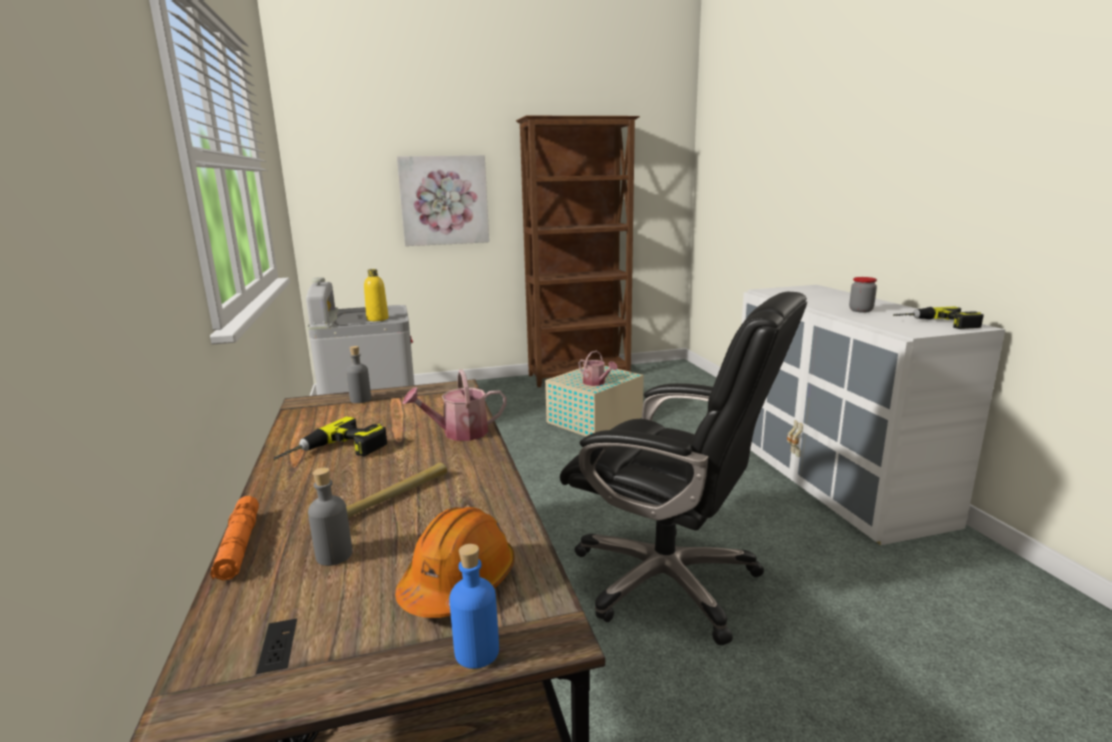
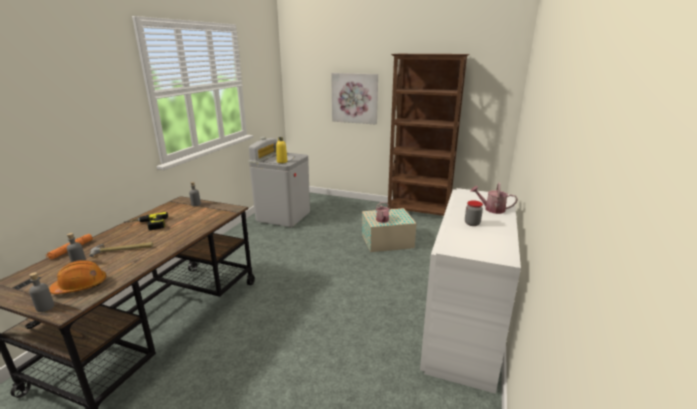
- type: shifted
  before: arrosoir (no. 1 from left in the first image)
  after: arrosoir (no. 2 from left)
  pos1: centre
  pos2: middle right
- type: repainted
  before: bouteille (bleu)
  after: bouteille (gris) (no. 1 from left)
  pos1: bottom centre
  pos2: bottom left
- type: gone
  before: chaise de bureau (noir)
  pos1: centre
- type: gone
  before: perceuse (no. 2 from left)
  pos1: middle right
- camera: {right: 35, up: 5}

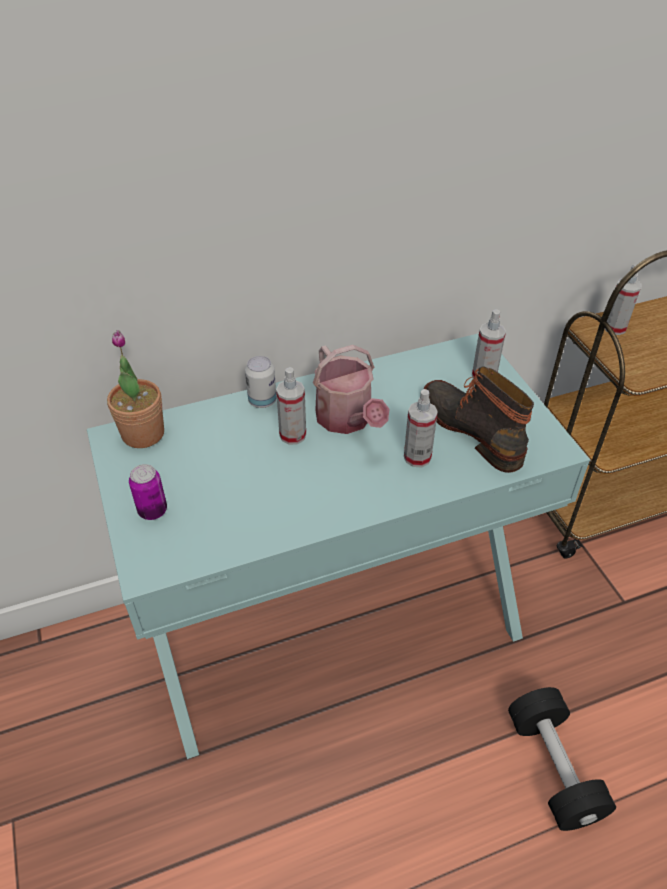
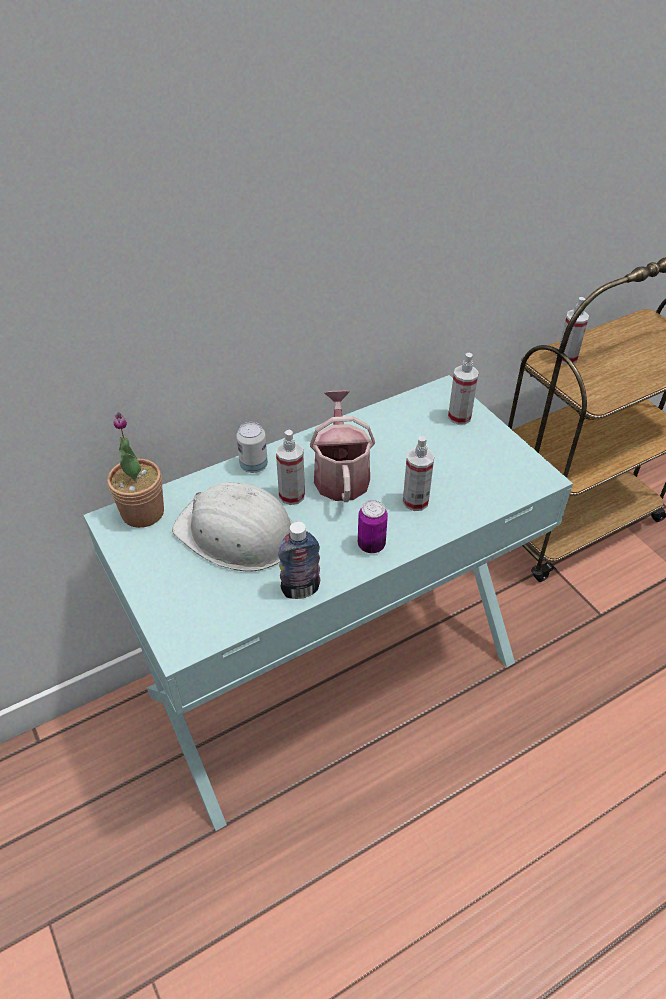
- type: shifted
  before: boîte métallique (no. 1 from left in the first image)
  after: boîte métallique (no. 2 from left)
  pos1: middle left
  pos2: centre
- type: rotated
  before: arrosoir
  pos1: centre
  pos2: centre
  turn: -150
- type: gone
  before: botte
  pos1: middle right
- type: gone
  before: haltère (noir)
  pos1: bottom right
- type: new
  after: casque de chantier (blanc)
  pos2: centre
- type: new
  after: bouteille
  pos2: centre
- camera: {right: -10, up: 0}

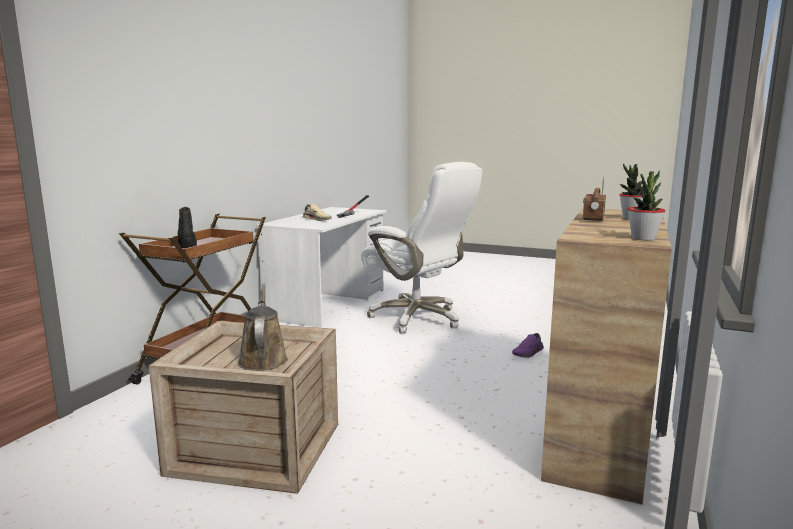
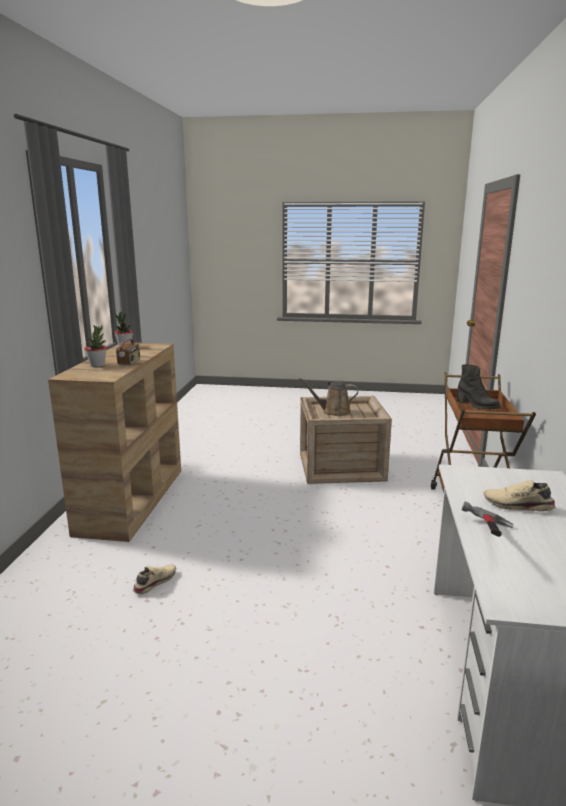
- type: rotated
  before: arrosoir (marron)
  pos1: middle left
  pos2: centre
  turn: 120
- type: gone
  before: chaise de bureau (blanc)
  pos1: centre
- type: repainted
  before: chaussure (violet)
  after: chaussure (beige) (no. 1 from left)
  pos1: centre
  pos2: bottom left
- camera: {right: 165, up: 5}

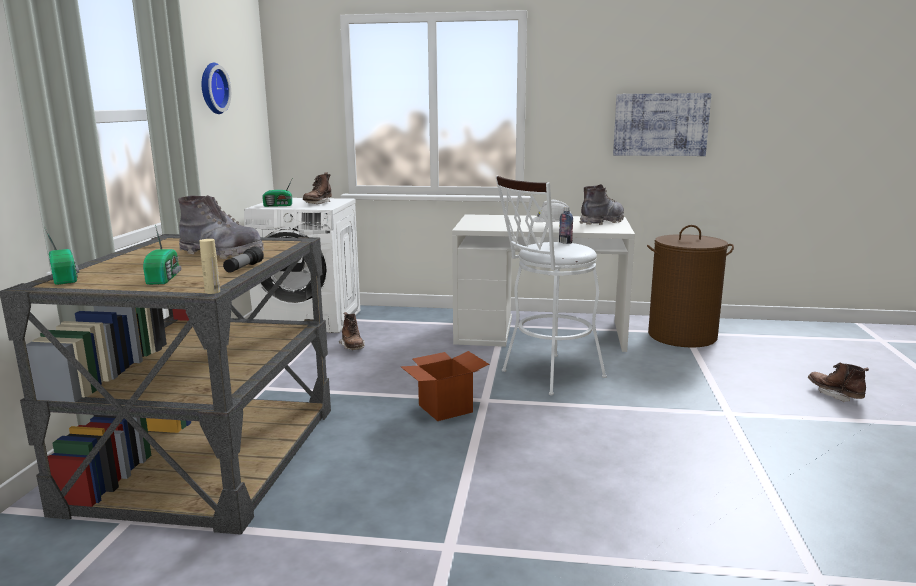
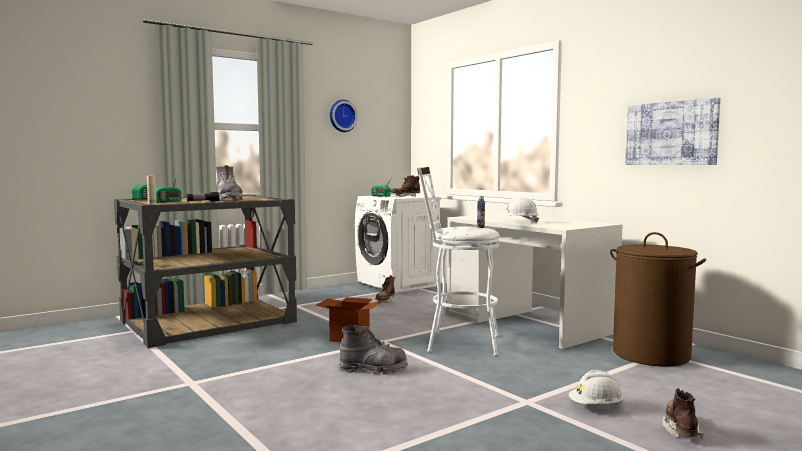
- type: shifted
  before: botte (gris) (no. 2 from left)
  pos1: centre
  pos2: bottom centre
- type: new
  after: casque de chantier (blanc) (no. 2 from left)
  pos2: bottom right
- camera: {right: 45, up: -10}

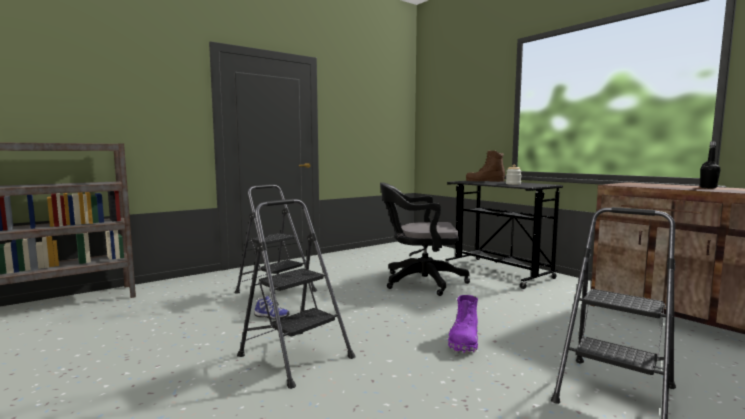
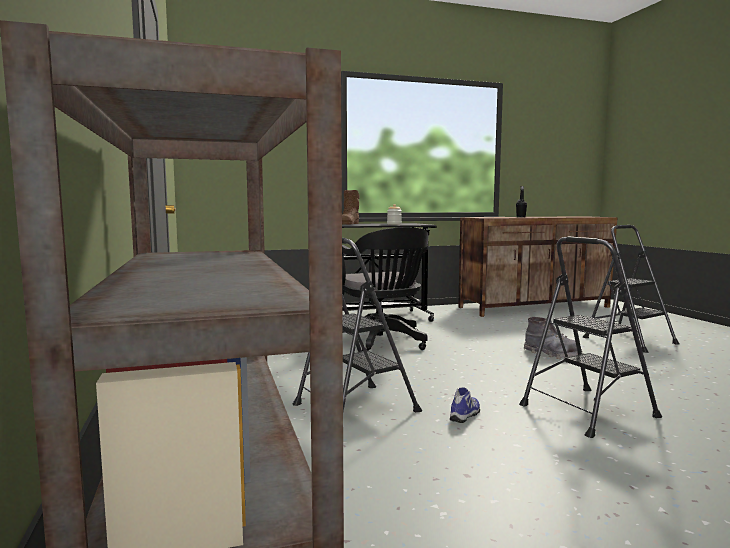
- type: rotated
  before: chaise de bureau (noir)
  pos1: centre
  pos2: centre
  turn: -45
- type: repainted
  before: botte (violet)
  after: botte (gris)
  pos1: bottom centre
  pos2: middle right
- camera: {right: -70, up: 0}

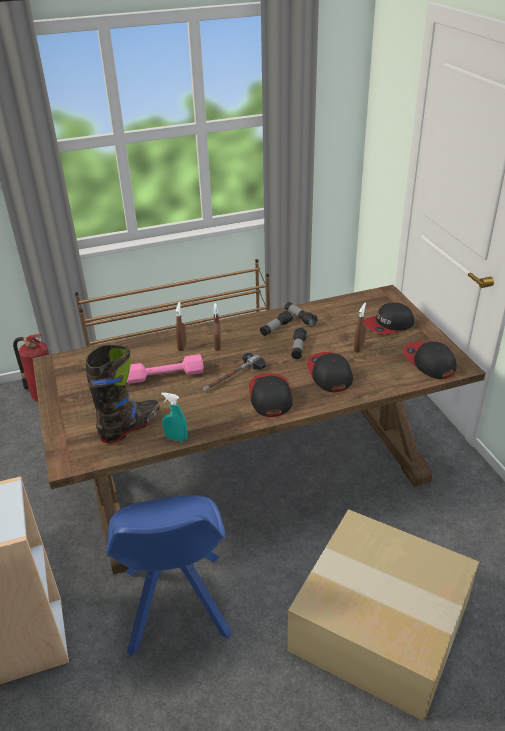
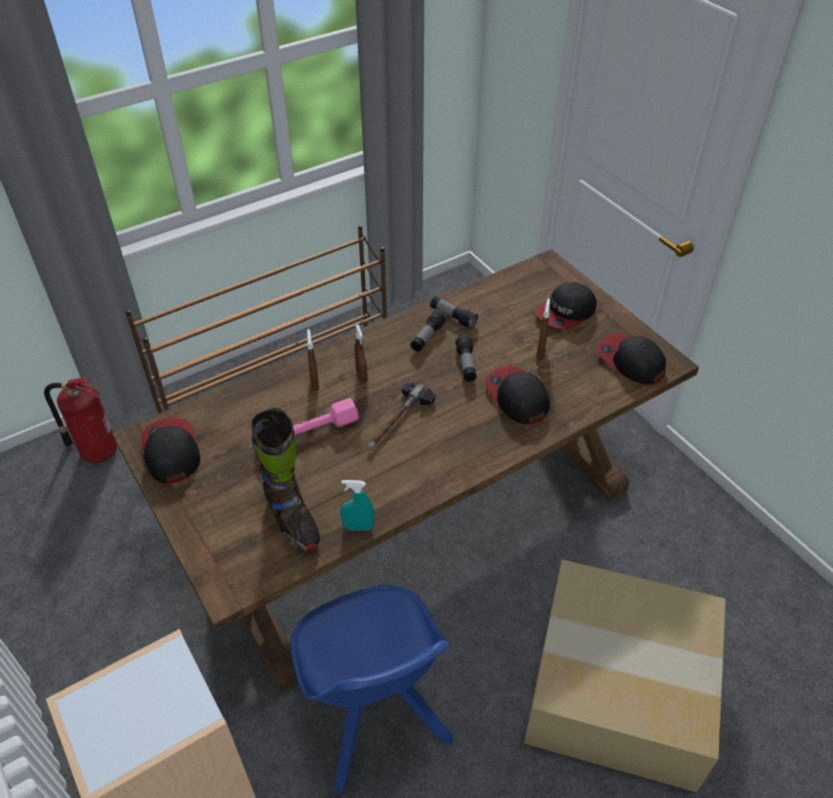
- type: rotated
  before: botte (noir)
  pos1: middle left
  pos2: centre
  turn: 120
- type: shifted
  before: casquette (no. 1 from left)
  pos1: centre
  pos2: middle left
- camera: {right: -15, up: 10}

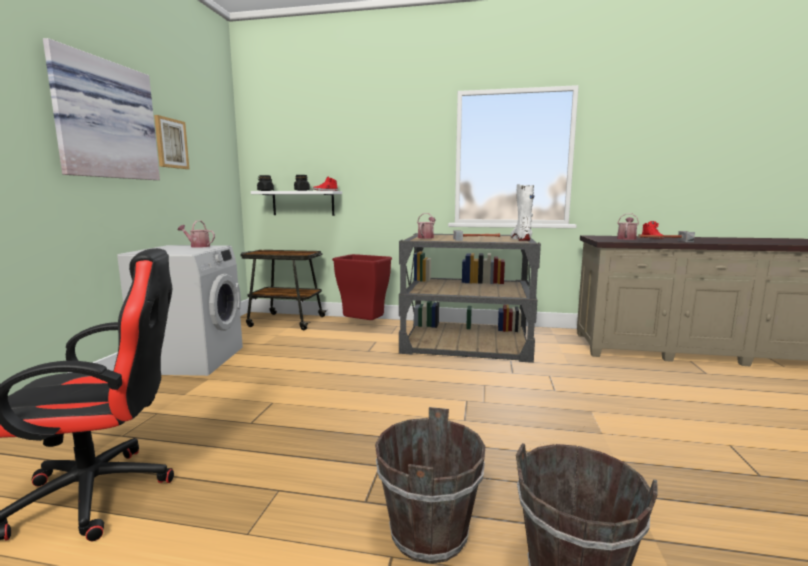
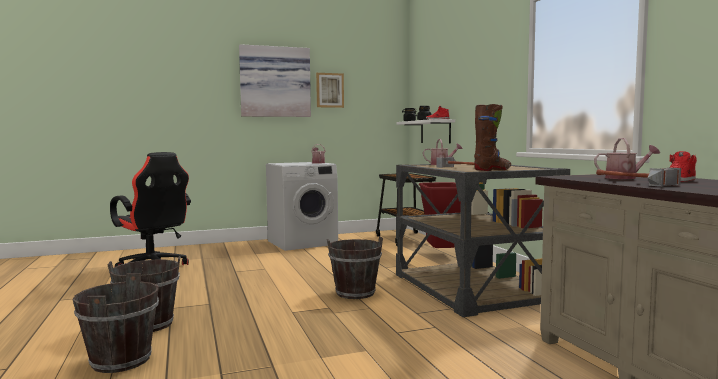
- type: repainted
  before: botte (blanc)
  after: botte (marron)
  pos1: centre
  pos2: middle right
- type: new
  after: seau (marron) (no. 3 from left)
  pos2: bottom centre
- camera: {right: 60, up: -5}

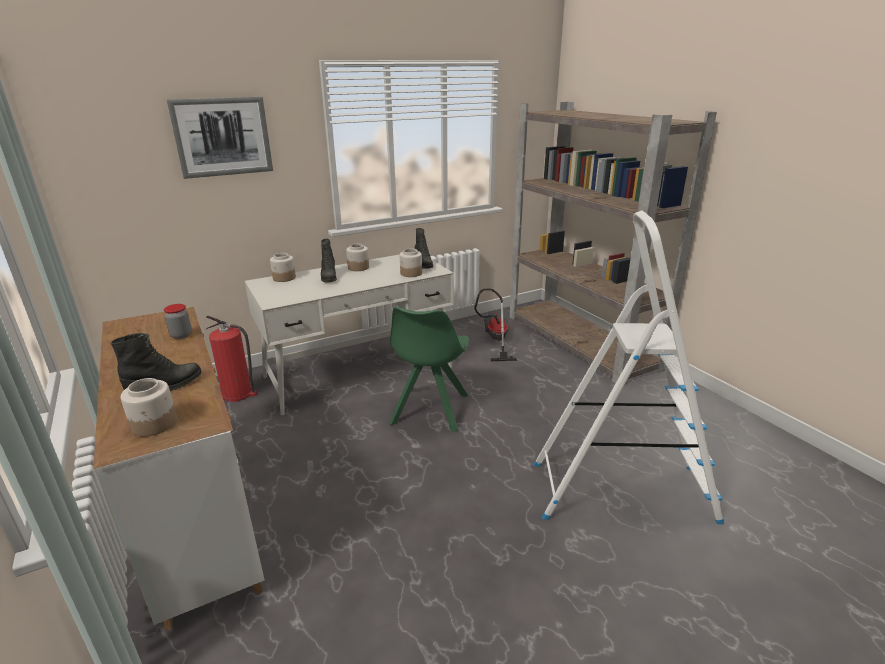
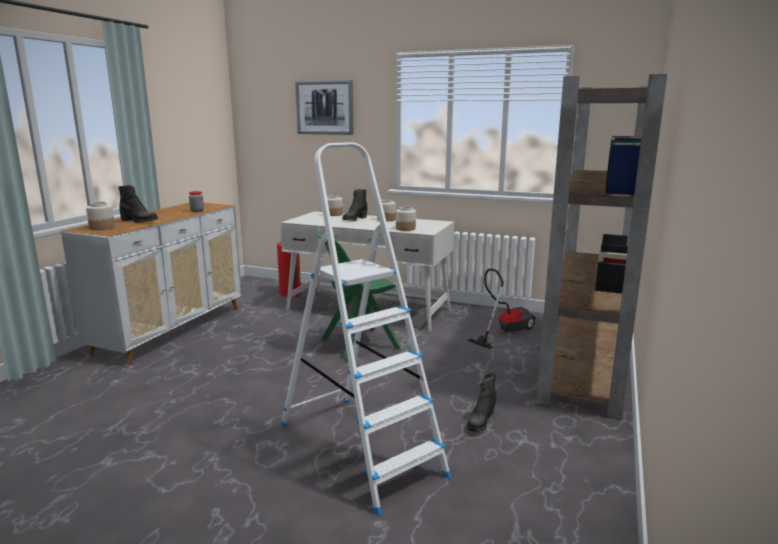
- type: shifted
  before: botte (noir) (no. 3 from left)
  pos1: centre
  pos2: bottom centre
- camera: {right: 50, up: -10}

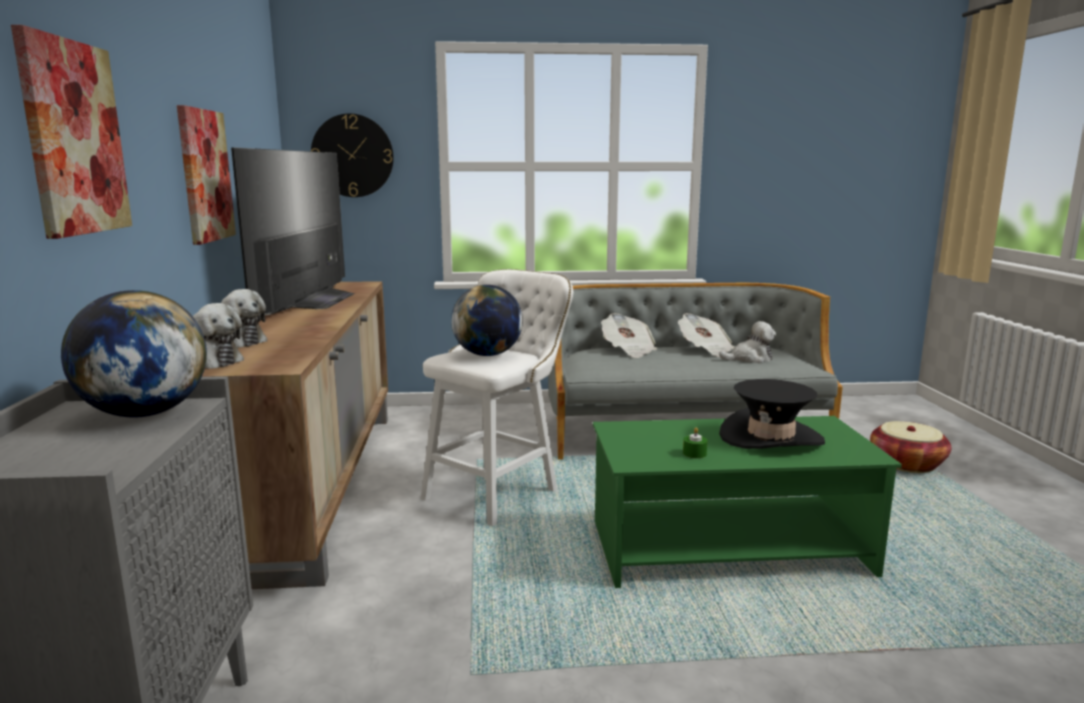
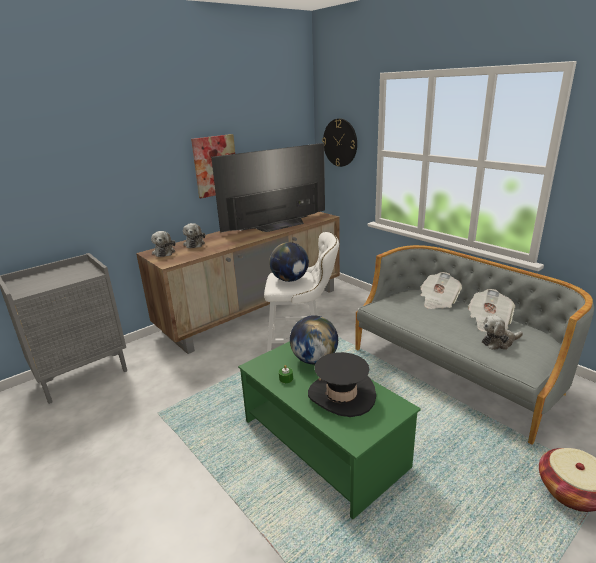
- type: gone
  before: tableau (no. 1 from left)
  pos1: top left
- type: shifted
  before: globe (no. 1 from left in the first image)
  after: globe (no. 2 from left)
  pos1: middle left
  pos2: centre
- type: rotated
  before: peluche (no. 3 from left)
  pos1: middle right
  pos2: middle right
  turn: 120
- camera: {right: 55, up: 10}

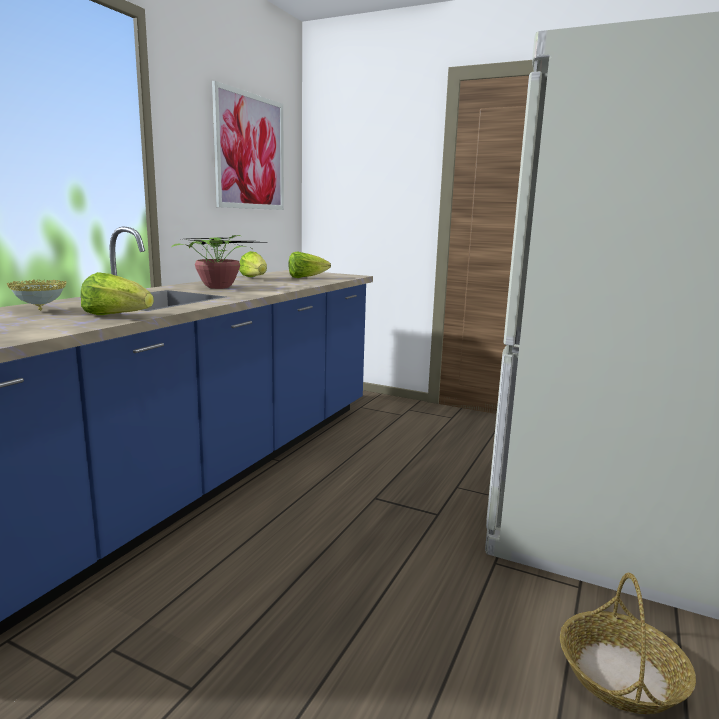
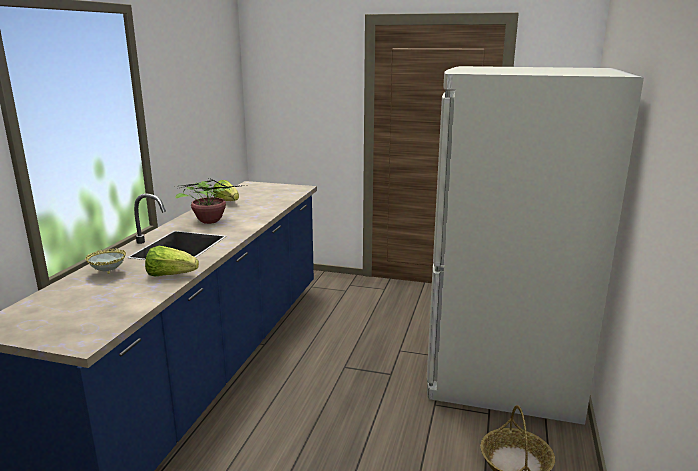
- type: gone
  before: tableau
  pos1: top centre
- type: gone
  before: laitue (no. 3 from left)
  pos1: centre
- camera: {right: -10, up: 5}

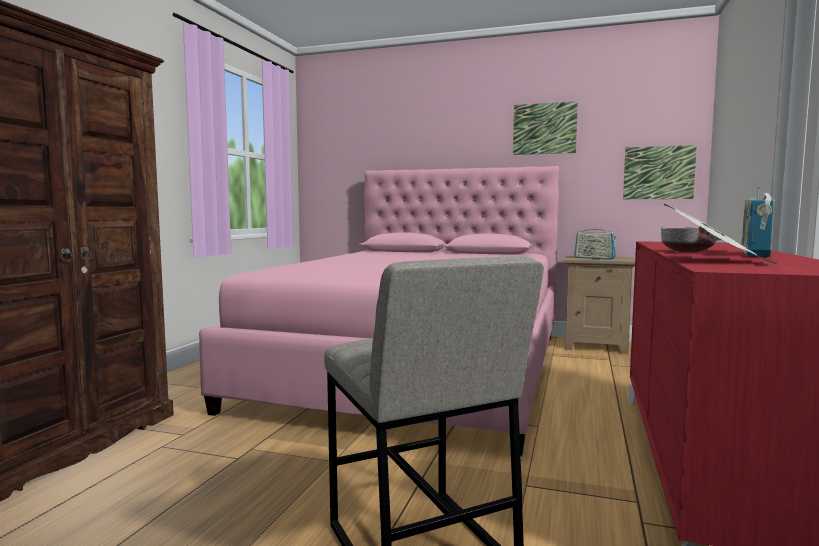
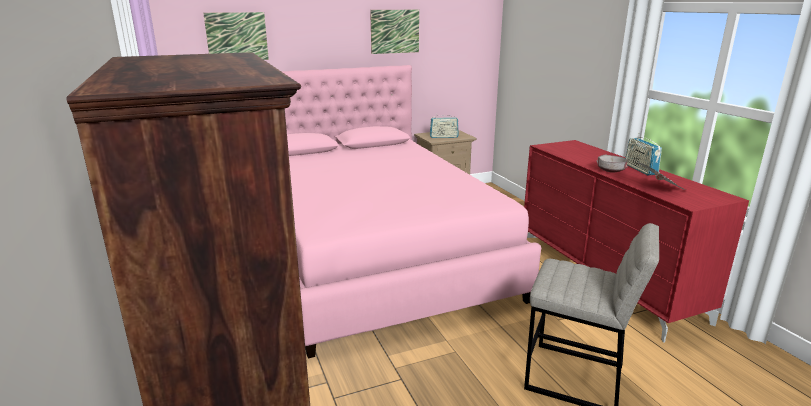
- type: shifted
  before: tableau (no. 2 from left in the first image)
  after: tableau (no. 1 from left)
  pos1: top right
  pos2: top left
- camera: {right: -40, up: 15}

